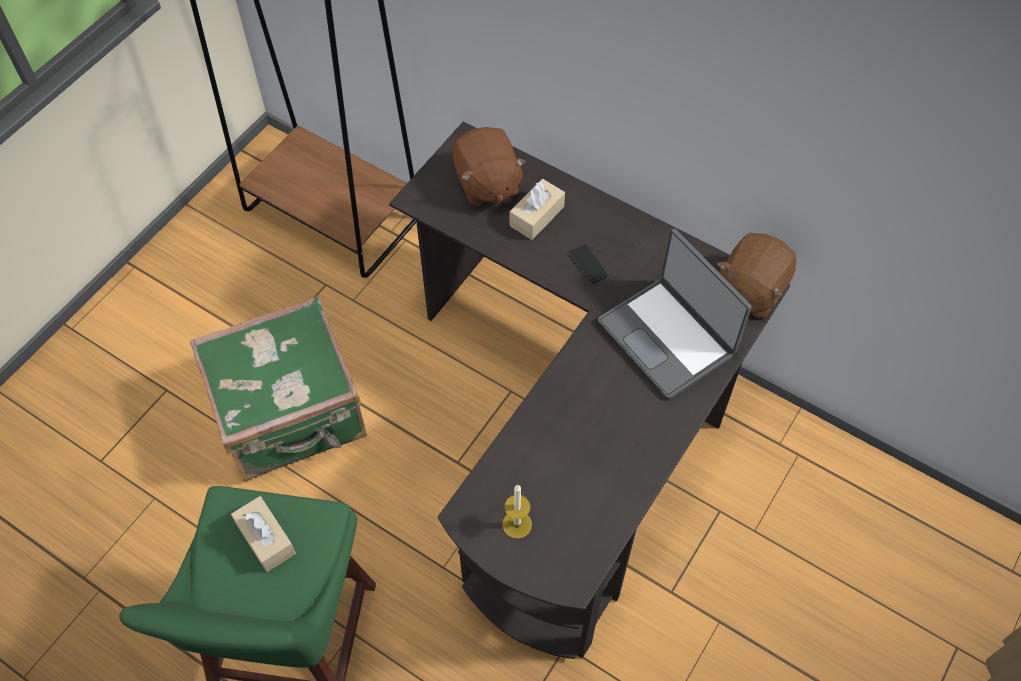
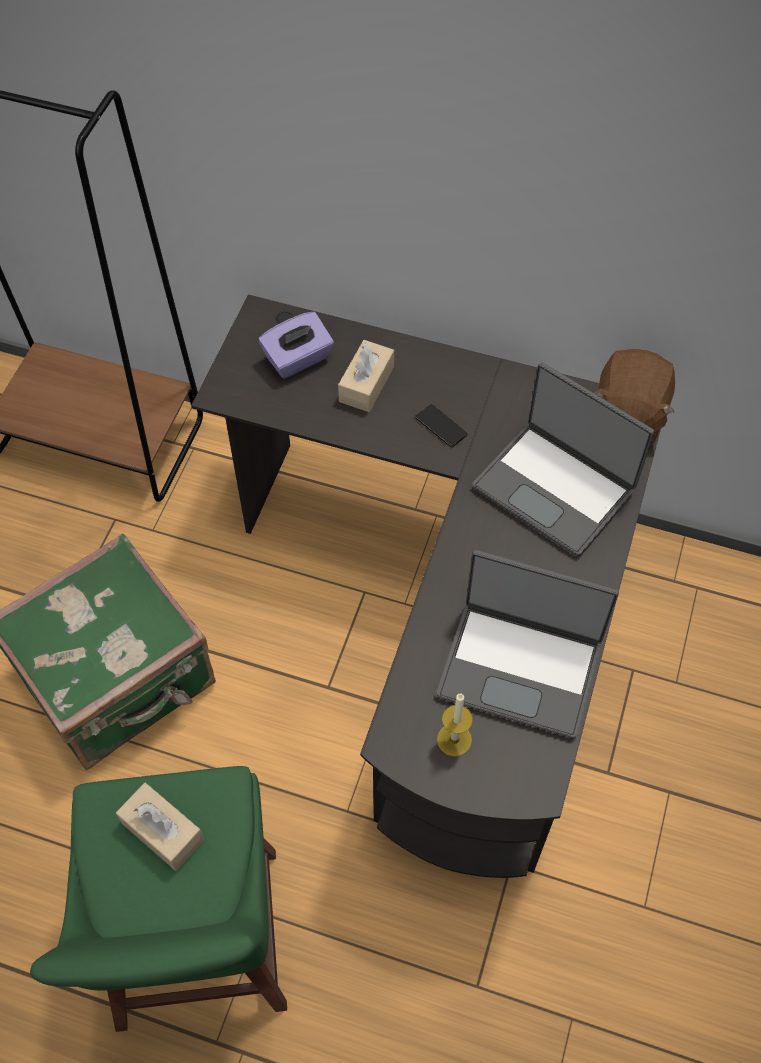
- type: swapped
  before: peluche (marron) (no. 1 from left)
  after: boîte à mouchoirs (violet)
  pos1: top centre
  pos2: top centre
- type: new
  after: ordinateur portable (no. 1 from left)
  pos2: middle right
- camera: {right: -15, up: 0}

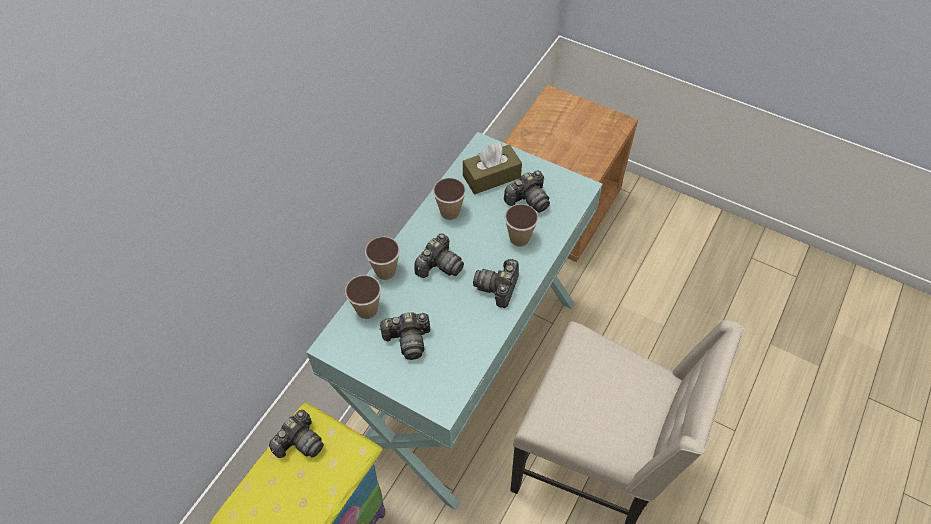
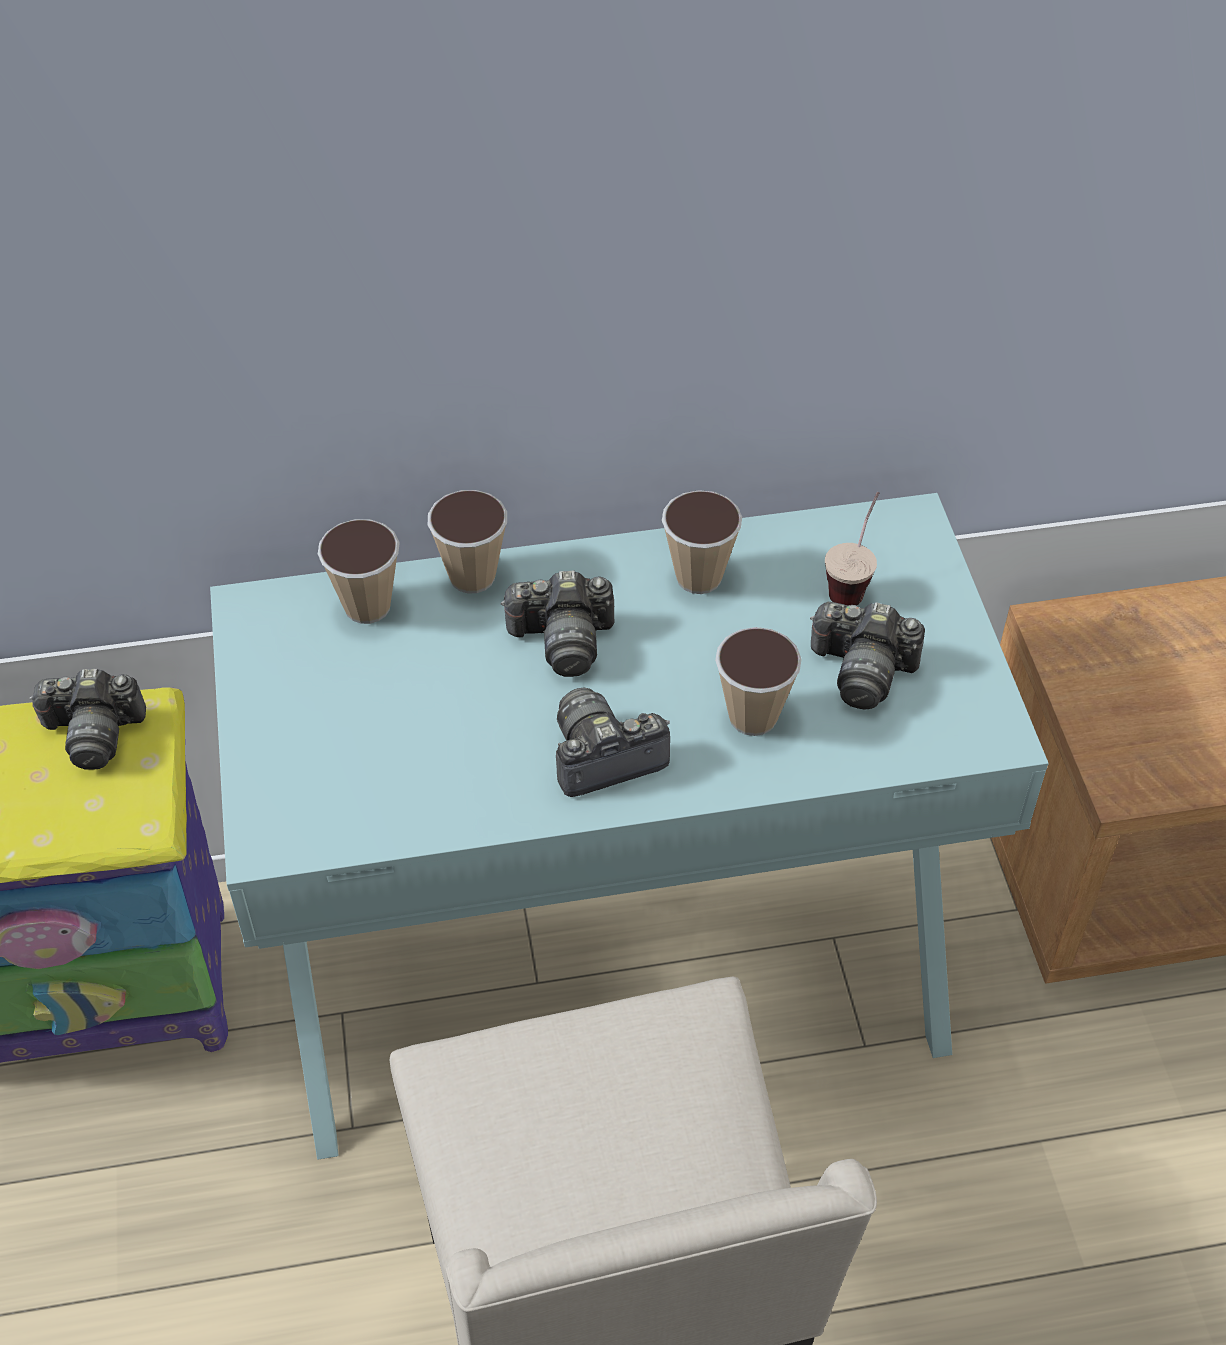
- type: gone
  before: appareil photo (no. 2 from left)
  pos1: centre
- type: swapped
  before: boîte à mouchoirs (marron)
  after: tasse (no. 5 from left)
  pos1: top centre
  pos2: middle right
- camera: {right: 50, up: -5}

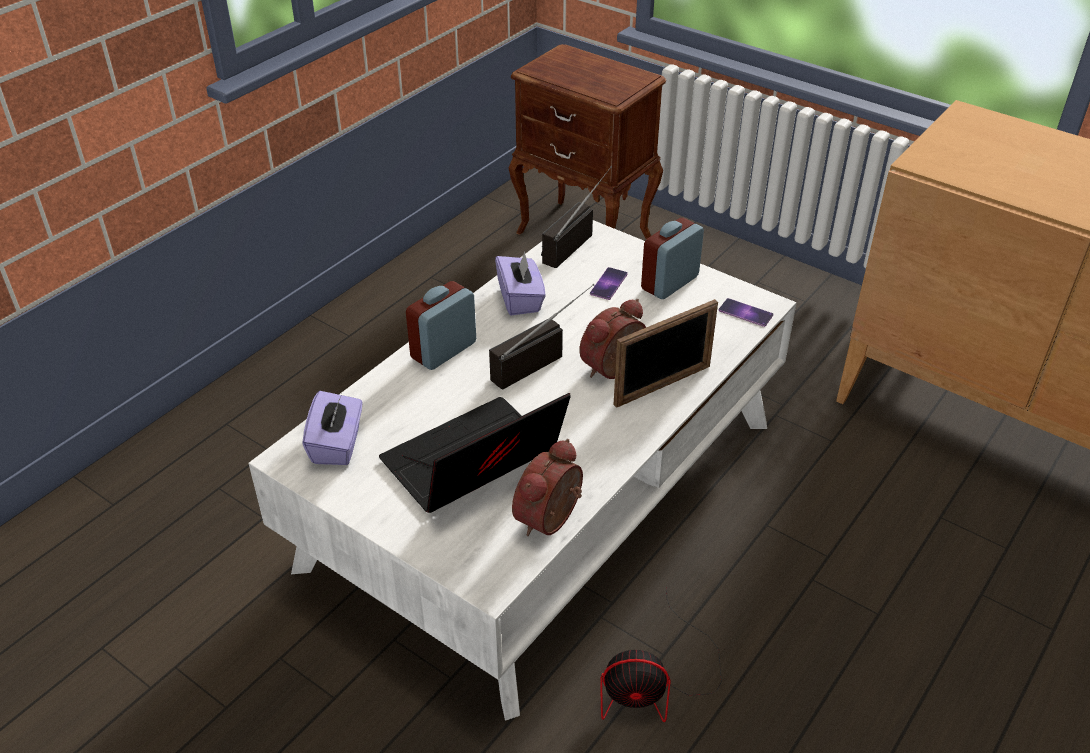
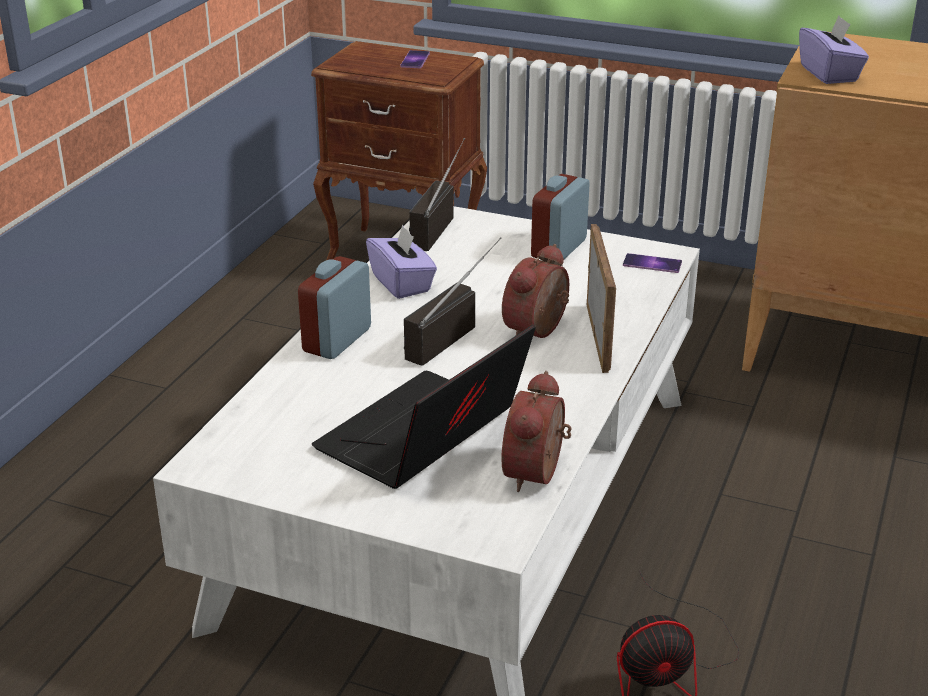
- type: shifted
  before: boîte à mouchoirs (violet) (no. 1 from left in the first image)
  after: boîte à mouchoirs (violet) (no. 2 from left)
  pos1: middle left
  pos2: top right
- type: shifted
  before: téléphone (no. 1 from left)
  pos1: centre
  pos2: top centre
- type: rotated
  before: cadre photo
  pos1: centre
  pos2: centre
  turn: -45
- camera: {right: -15, up: -10}

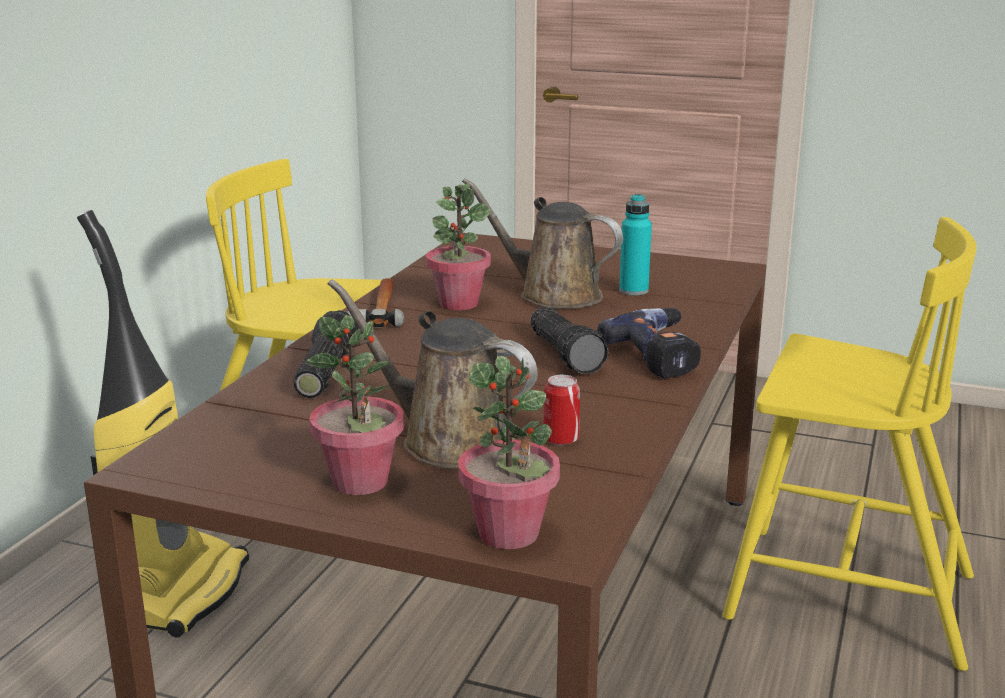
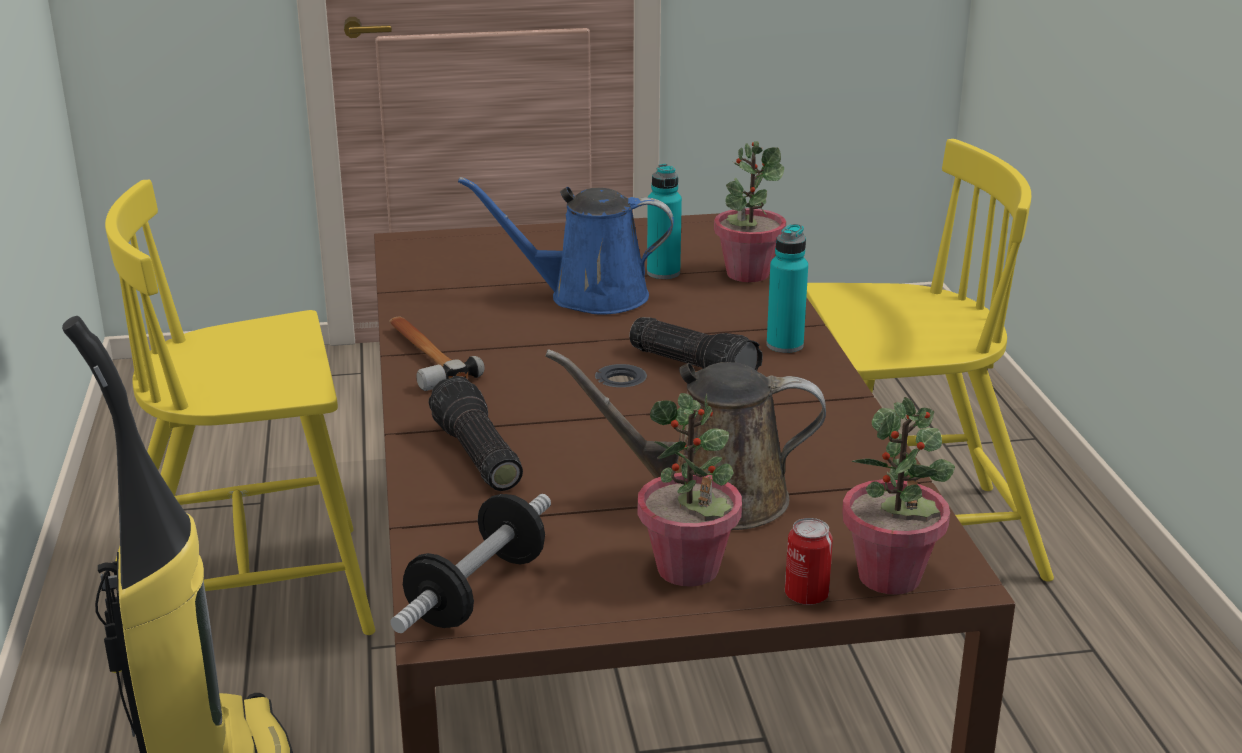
- type: shifted
  before: plante en pot (no. 2 from left)
  pos1: centre
  pos2: top centre
- type: repainted
  before: arrosoir (marron) (no. 2 from left)
  after: arrosoir (bleu)
  pos1: centre
  pos2: top centre
- type: shifted
  before: boîte métallique
  pos1: centre
  pos2: bottom centre
- type: swapped
  before: perceuse
  after: bouteille (turquoise) (no. 2 from left)
  pos1: centre
  pos2: centre
- type: new
  after: haltère
  pos2: bottom centre
- camera: {right: -30, up: 5}

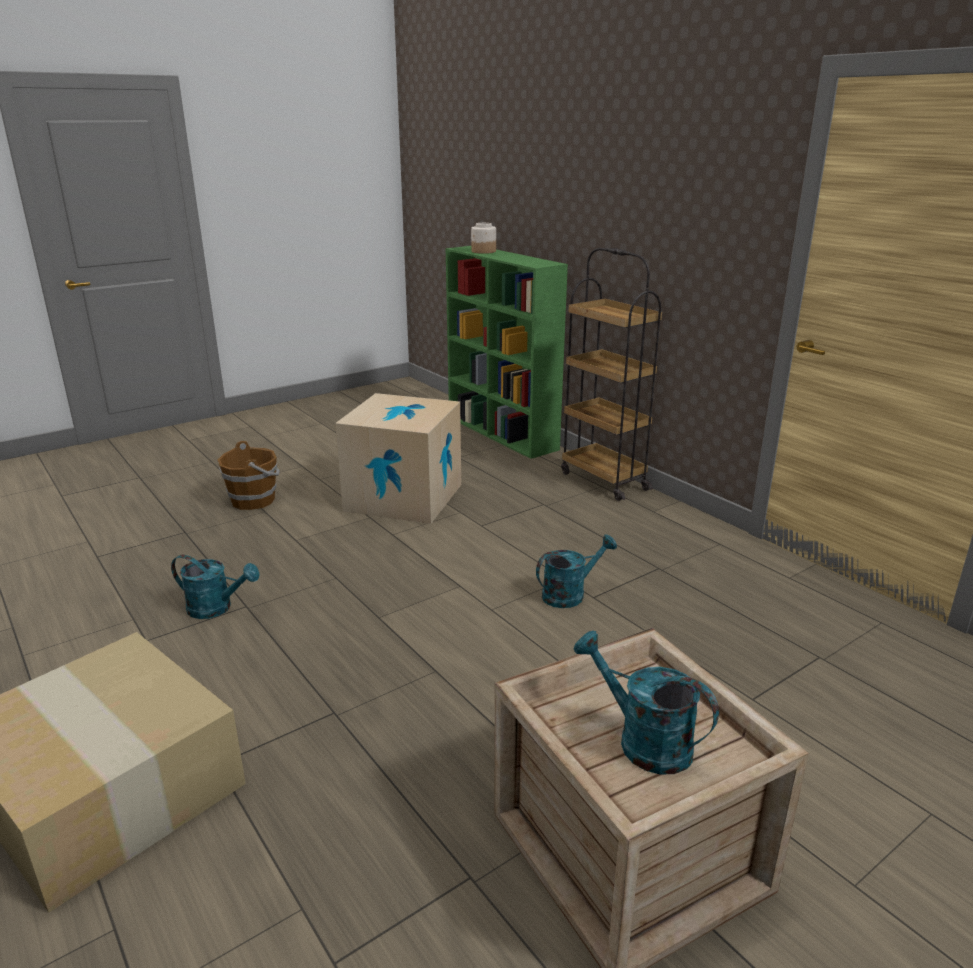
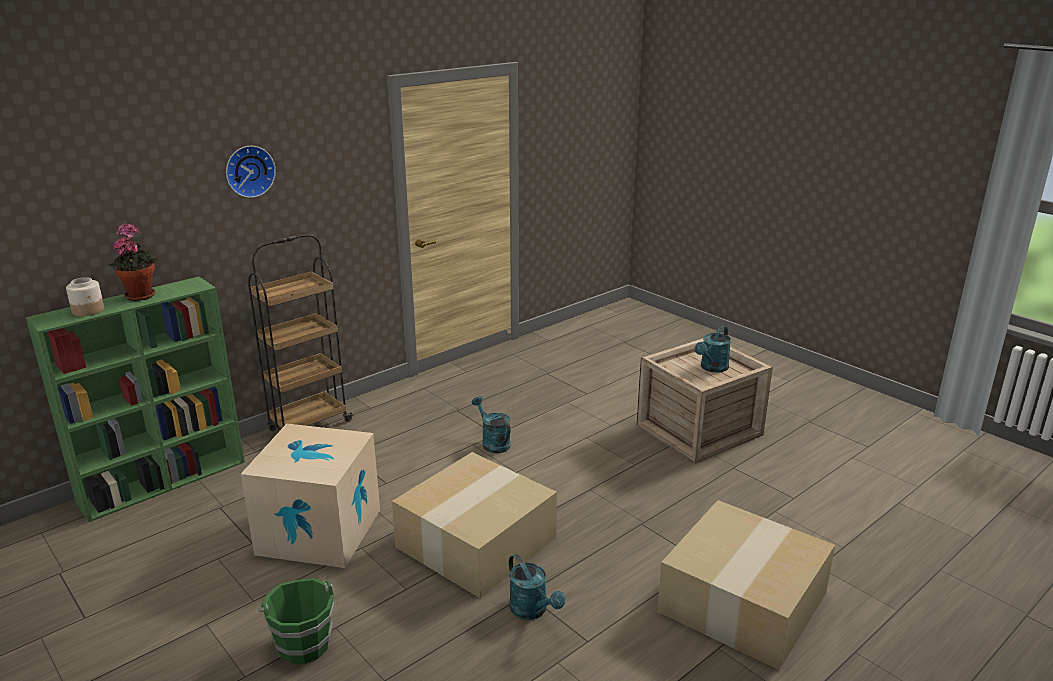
- type: rotated
  before: arrosoir (turquoise) (no. 1 from left in the first image)
  pos1: middle left
  pos2: bottom centre
  turn: 135
- type: repainted
  before: seau (marron)
  after: seau (vert)
  pos1: middle left
  pos2: bottom left
- type: new
  after: plante en pot
  pos2: middle left
- type: new
  after: horloge murale
  pos2: top left
- type: new
  after: carton (no. 2 from left)
  pos2: bottom centre
- camera: {right: -95, up: 0}

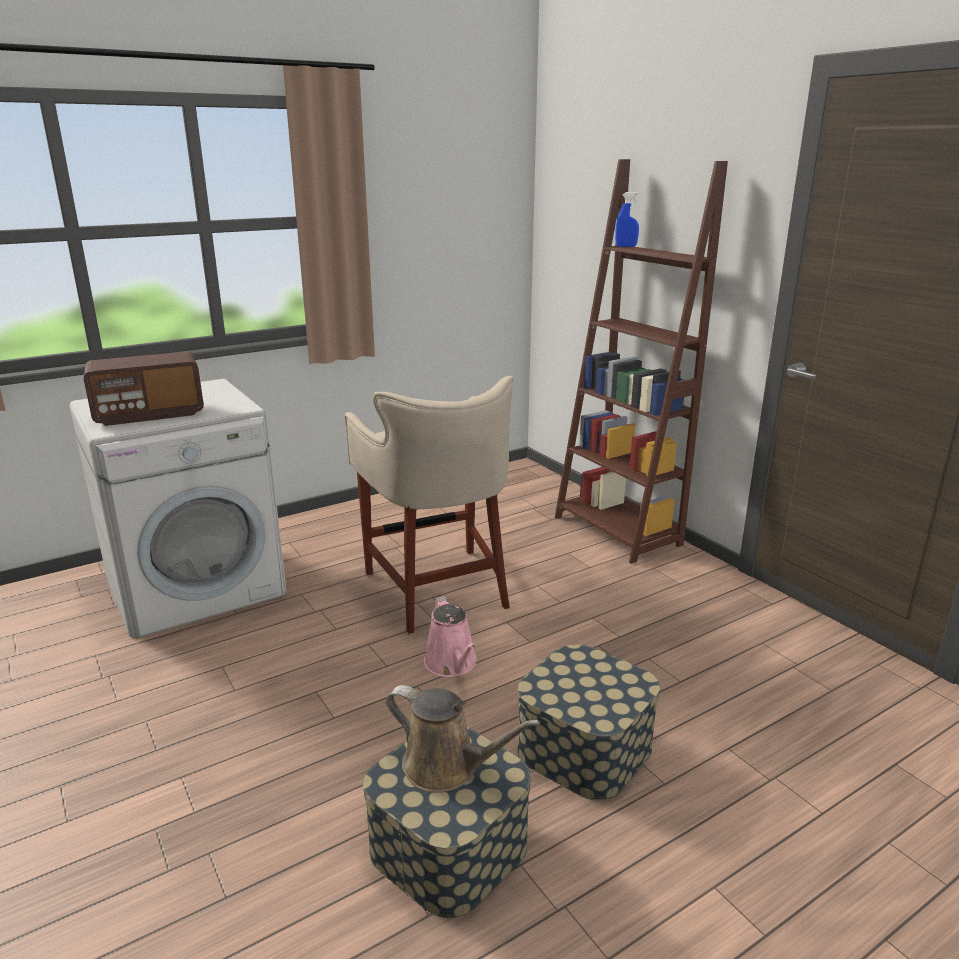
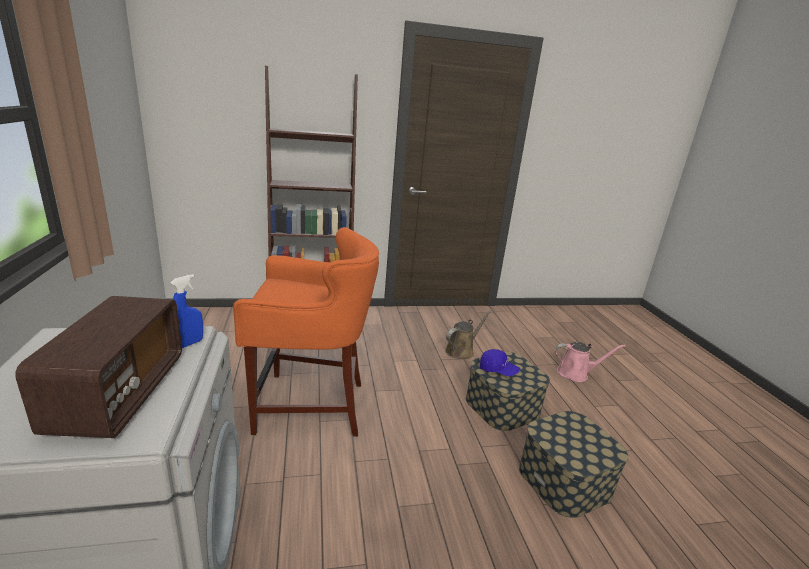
- type: repainted
  before: tabouret (beige)
  after: tabouret (orange)
  pos1: centre
  pos2: centre
- type: shifted
  before: arrosoir (marron)
  pos1: bottom centre
  pos2: centre
- type: shifted
  before: arrosoir (rose)
  pos1: centre
  pos2: middle right
- type: shifted
  before: vaporisateur (bleu)
  pos1: top centre
  pos2: middle left
- type: new
  after: casquette (bleu)
  pos2: centre
- camera: {right: -70, up: 0}

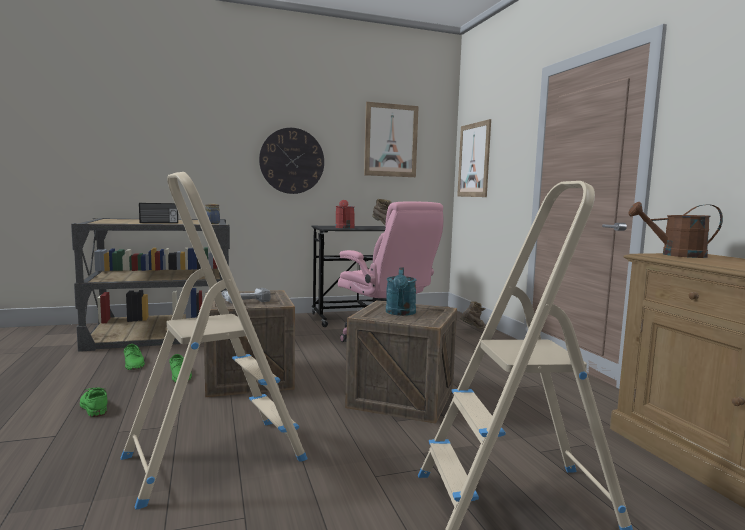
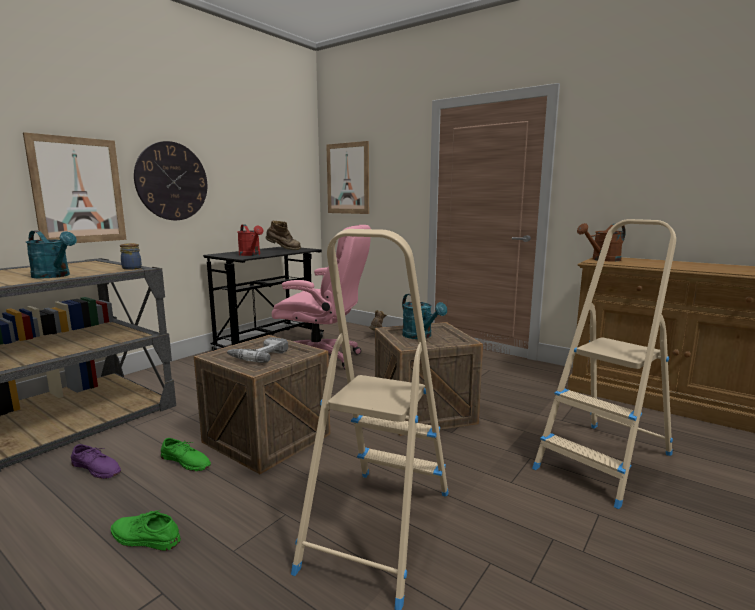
- type: repainted
  before: chaussure (vert) (no. 2 from left)
  after: chaussure (violet)
  pos1: bottom left
  pos2: bottom left
- type: swapped
  before: radio
  after: arrosoir (turquoise) (no. 1 from left)
  pos1: middle left
  pos2: middle left
- type: shifted
  before: tableau (no. 1 from left)
  pos1: top centre
  pos2: top left
- camera: {right: -35, up: 5}

